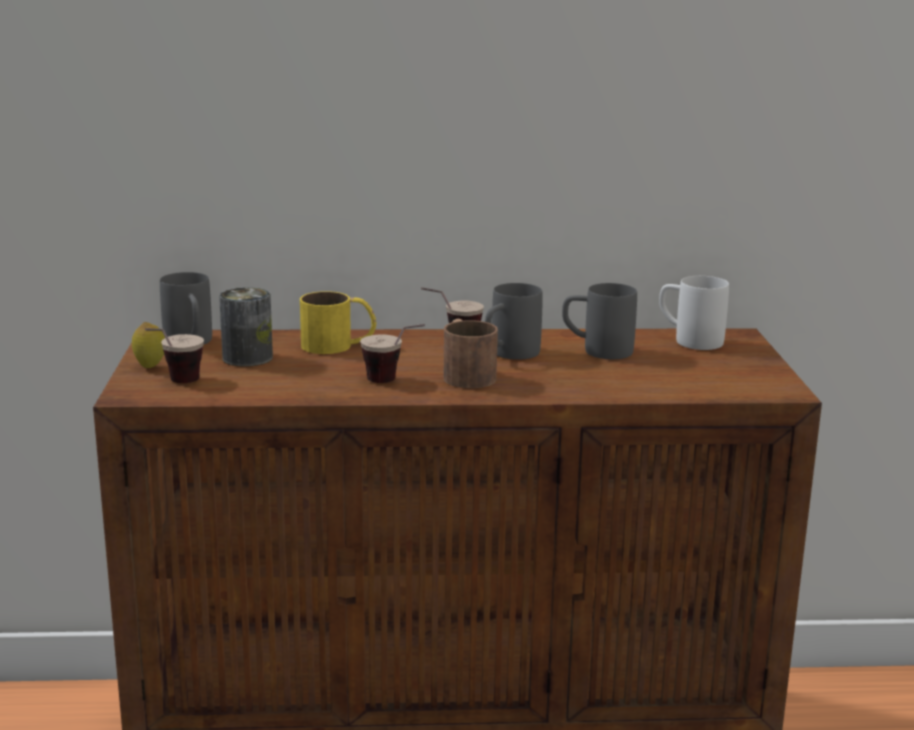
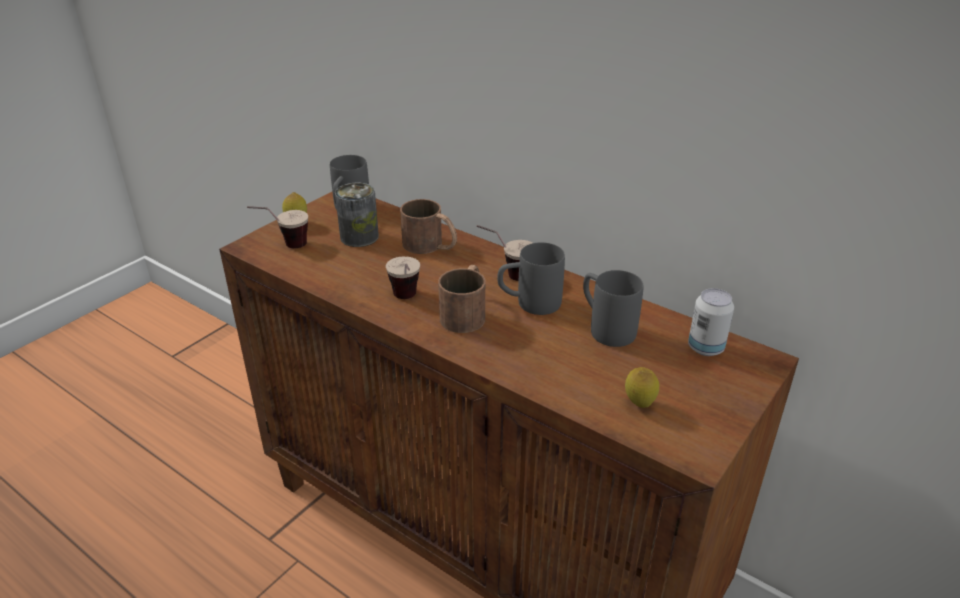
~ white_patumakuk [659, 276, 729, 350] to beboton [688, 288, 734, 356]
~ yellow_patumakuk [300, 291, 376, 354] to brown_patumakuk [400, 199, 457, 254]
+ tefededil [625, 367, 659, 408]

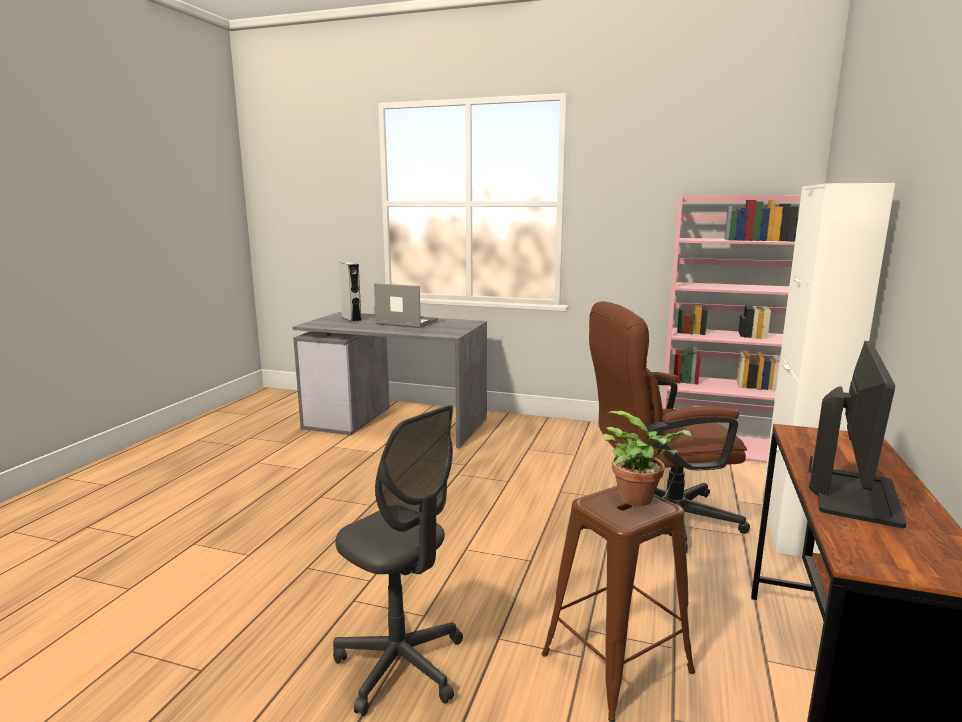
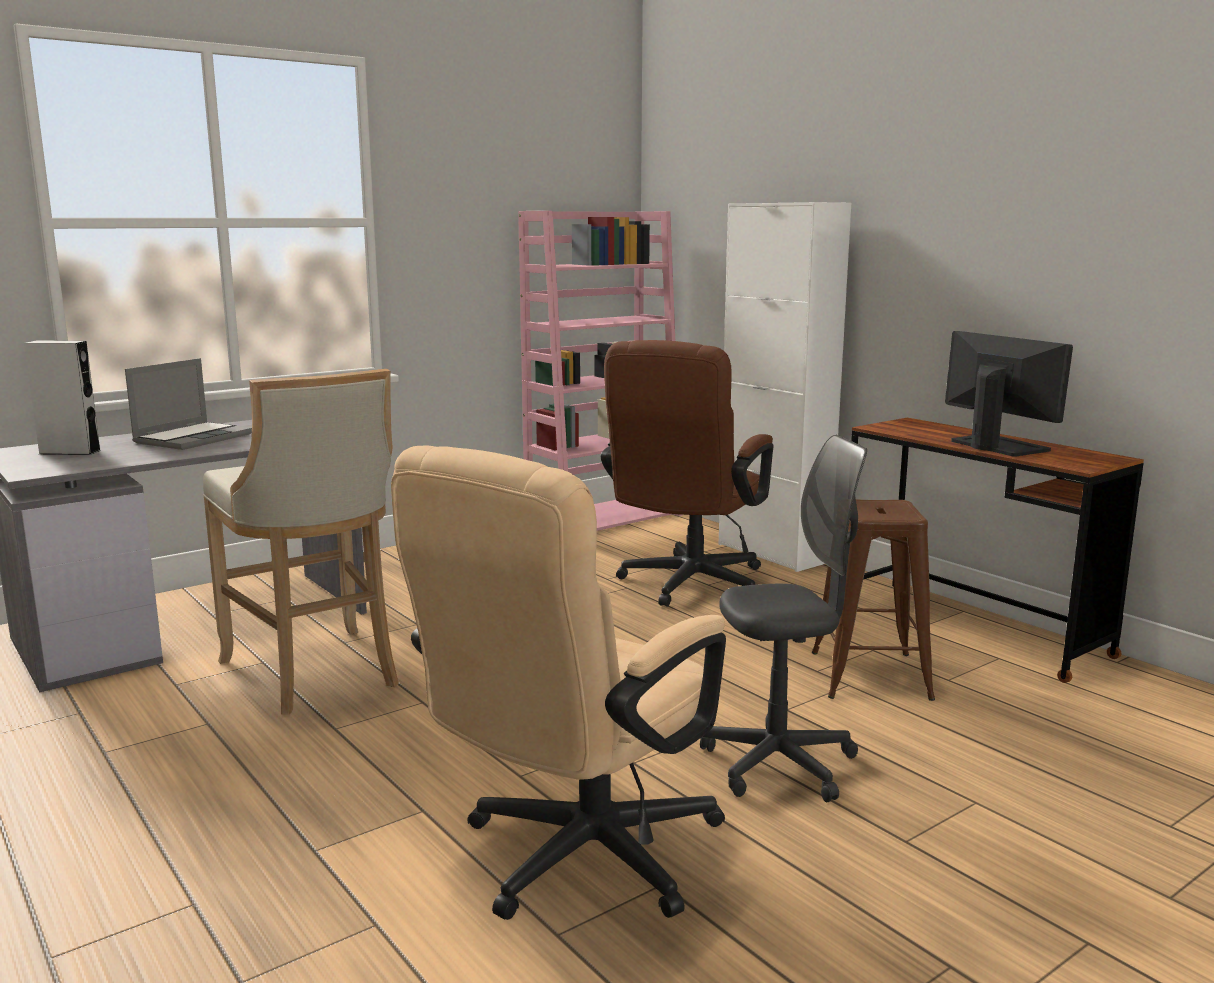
~ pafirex [374, 283, 438, 328] = [125, 358, 252, 450] 150 degrees clockwise
- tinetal [603, 410, 691, 506]
+ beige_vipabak [203, 369, 399, 715]
+ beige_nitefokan [391, 445, 726, 920]

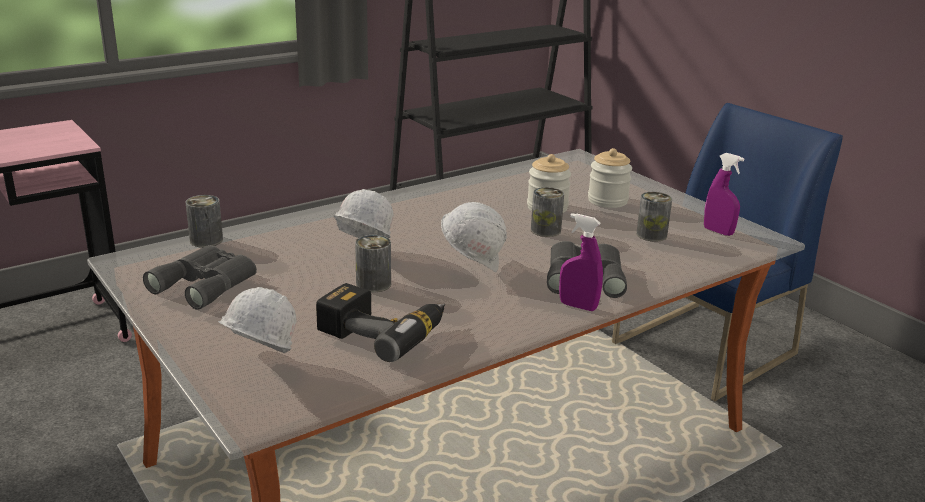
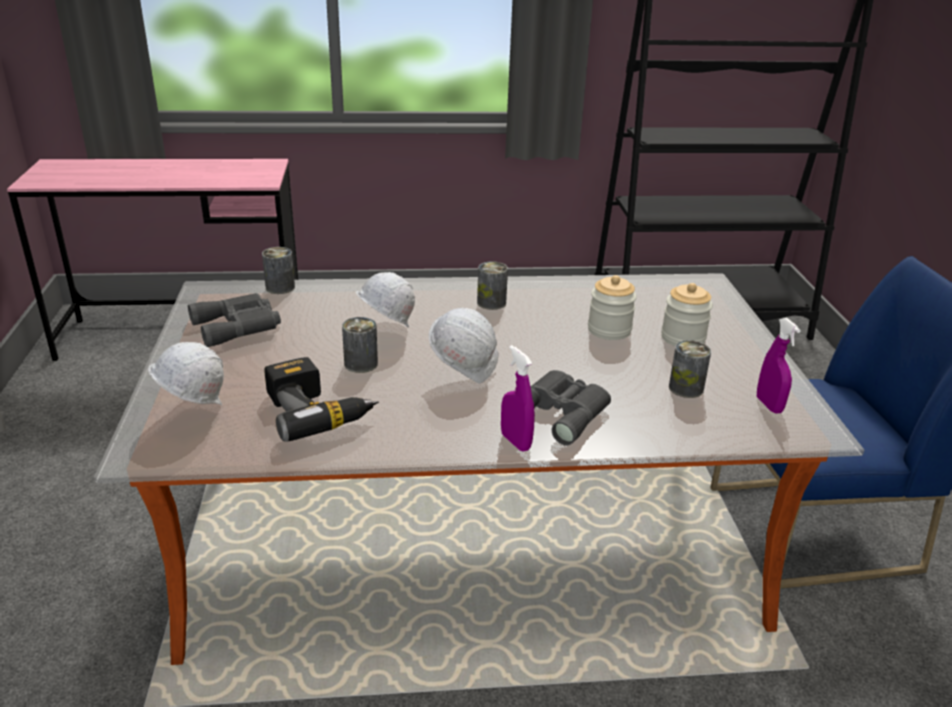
~ beboton [531, 187, 564, 237] to [477, 261, 508, 310]

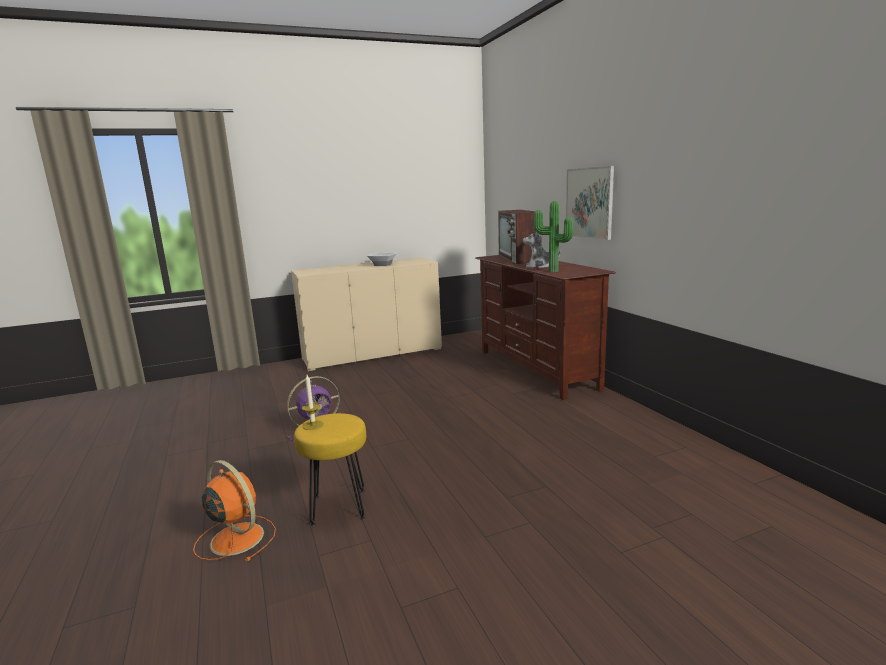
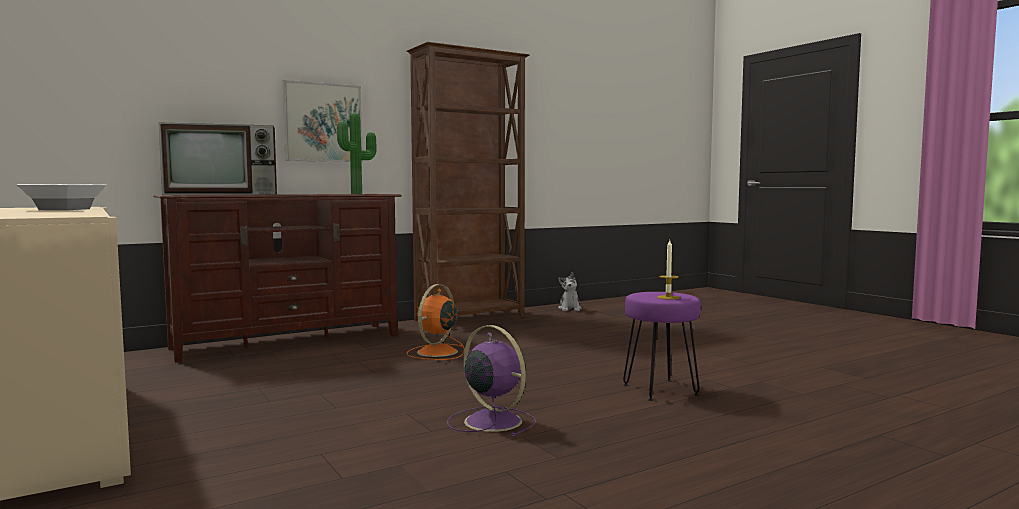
~ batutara [523, 231, 560, 268] to [558, 272, 582, 311]
~ yellow_vipabak [294, 413, 366, 526] to purple_vipabak [623, 292, 700, 401]
~ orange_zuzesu [193, 460, 276, 561] to [407, 284, 464, 360]
+ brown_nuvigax [407, 42, 530, 321]

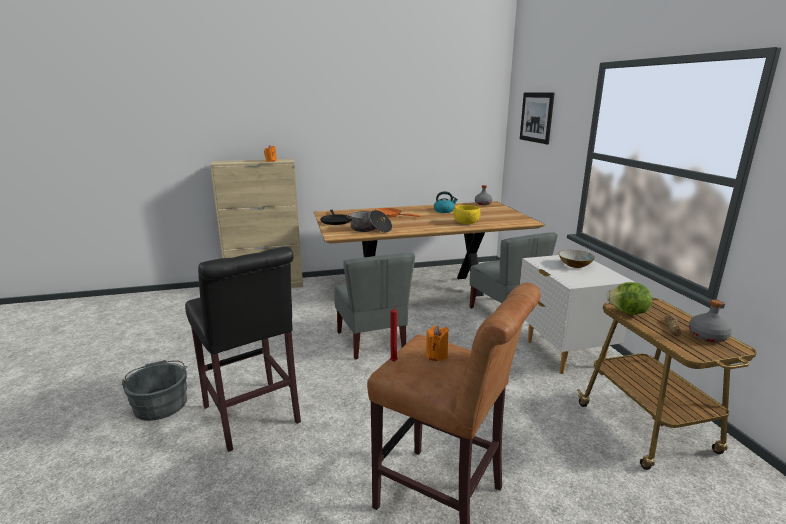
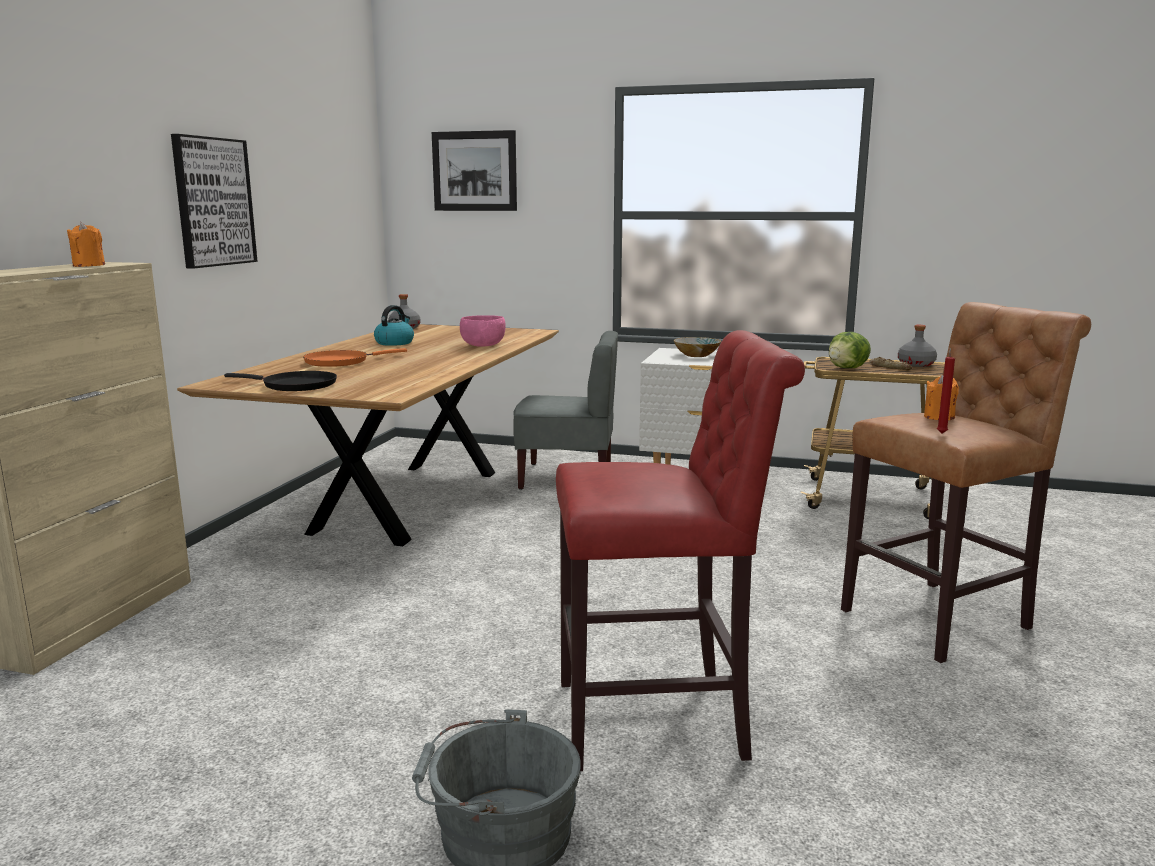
~ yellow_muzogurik [453, 205, 480, 224] to pink_muzogurik [460, 315, 506, 347]
- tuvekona [345, 210, 392, 233]
~ black_vipabak [185, 247, 301, 452] to red_vipabak [556, 330, 805, 771]
- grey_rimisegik [334, 253, 415, 360]
+ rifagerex [171, 134, 258, 269]

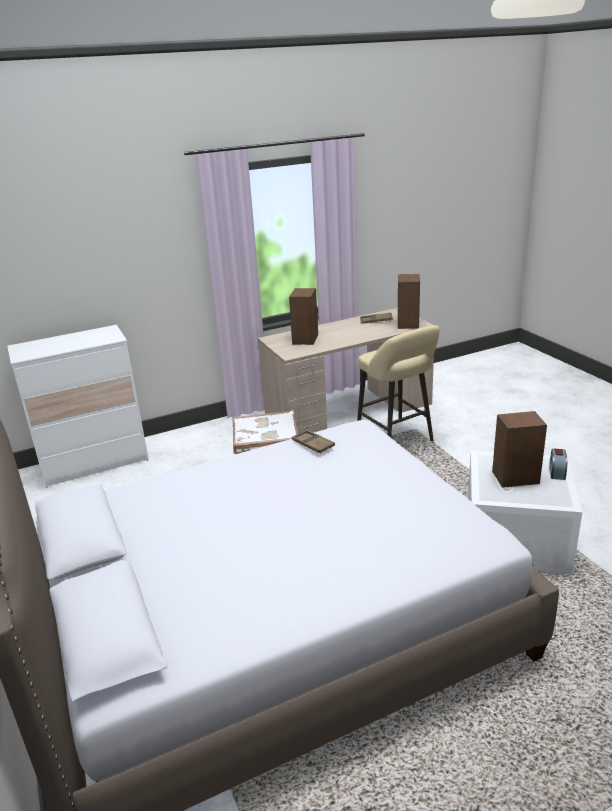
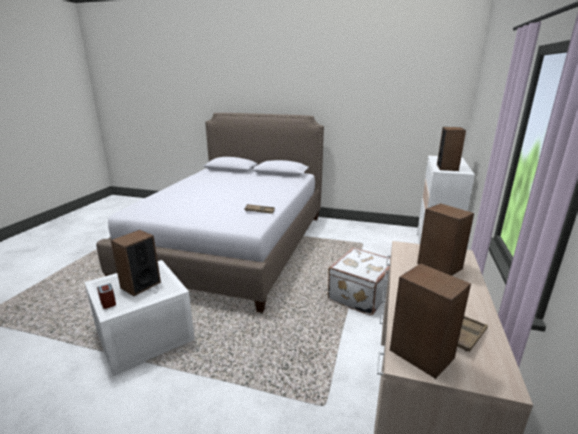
- beige_vipabak [357, 325, 440, 441]
+ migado [437, 127, 466, 171]

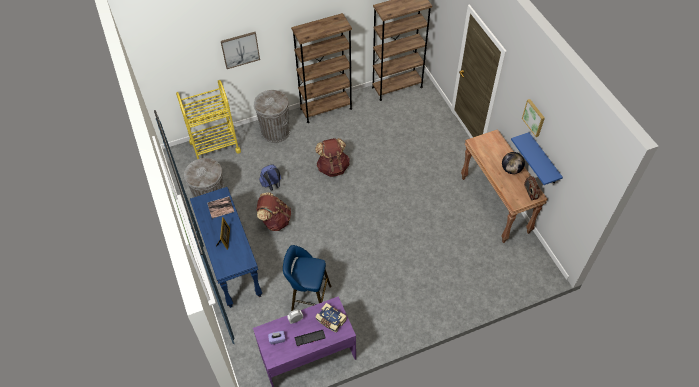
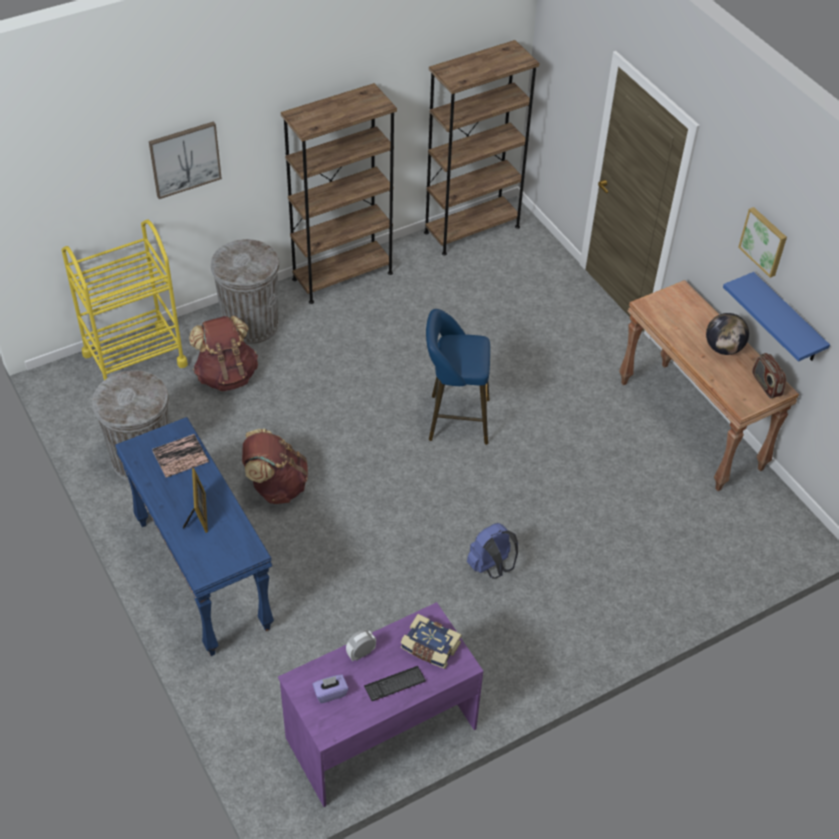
~ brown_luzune [315, 138, 350, 177] to [189, 316, 258, 391]
~ blue_luzune [259, 164, 281, 191] to [467, 523, 518, 579]
~ blue_vipabak [283, 245, 332, 311] to [426, 309, 490, 445]

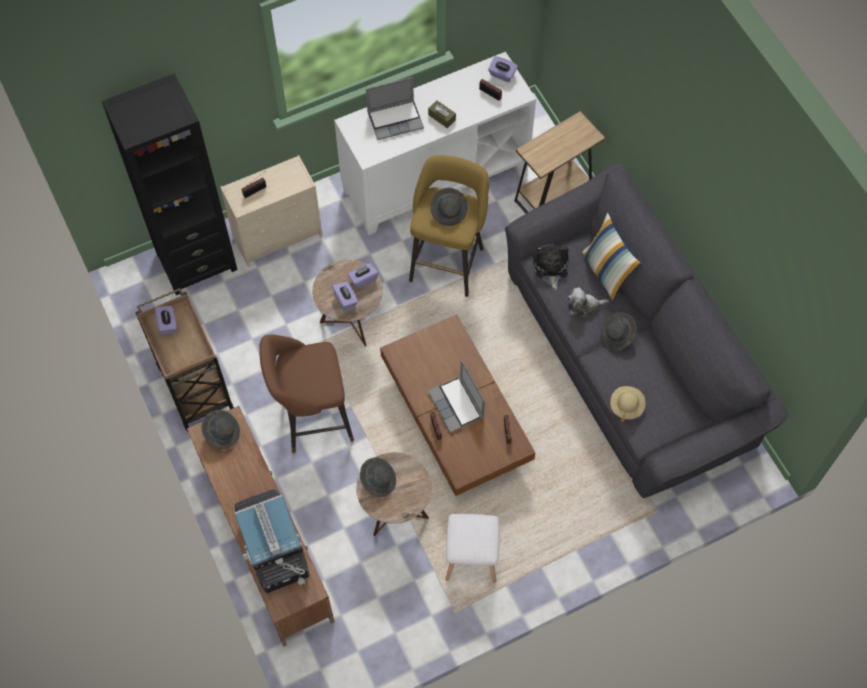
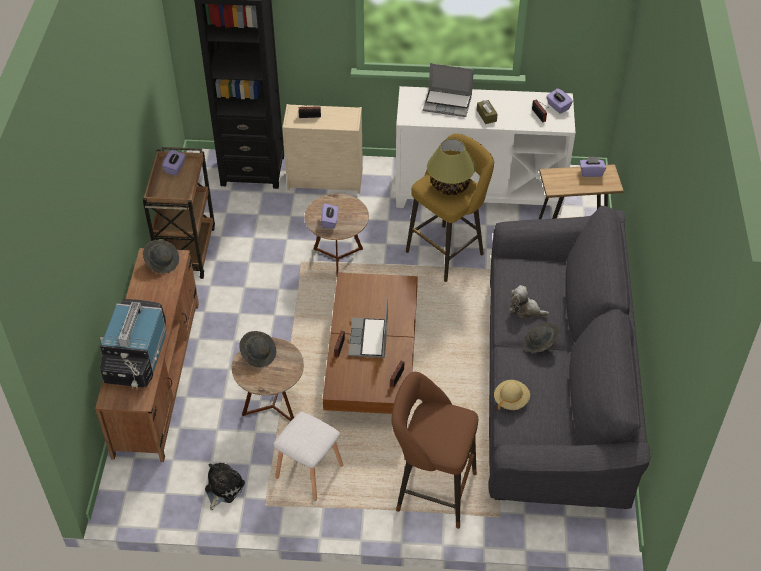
~ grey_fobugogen [430, 188, 468, 226] to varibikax [427, 139, 476, 195]
- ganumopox [582, 213, 641, 302]
~ batutara [533, 245, 569, 290] to [205, 463, 245, 510]
~ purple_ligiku [348, 263, 378, 289] to [580, 156, 606, 177]
~ brown_vipabak [259, 334, 354, 453] to [392, 372, 478, 529]

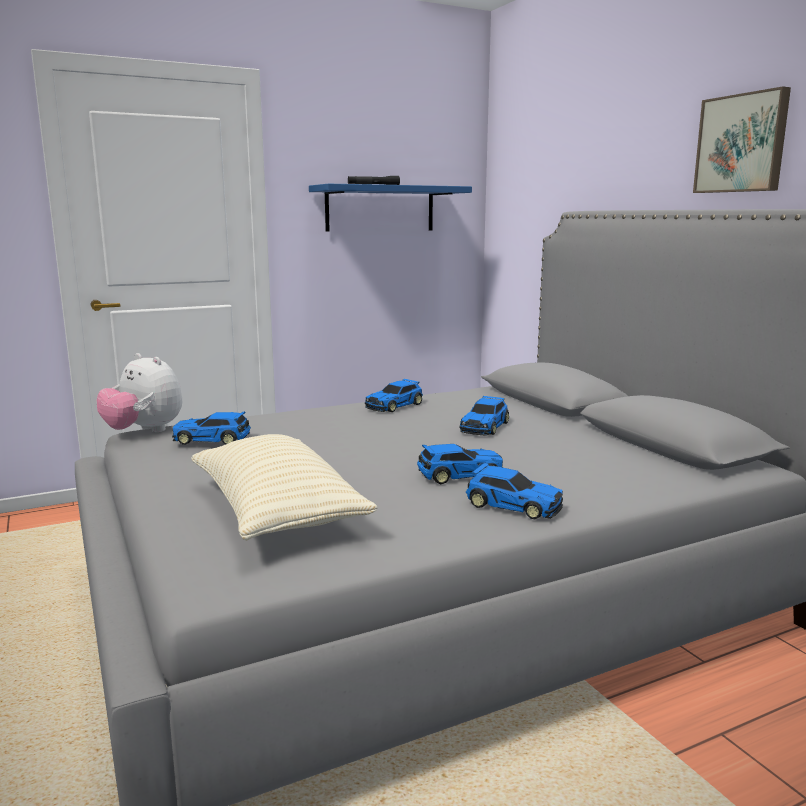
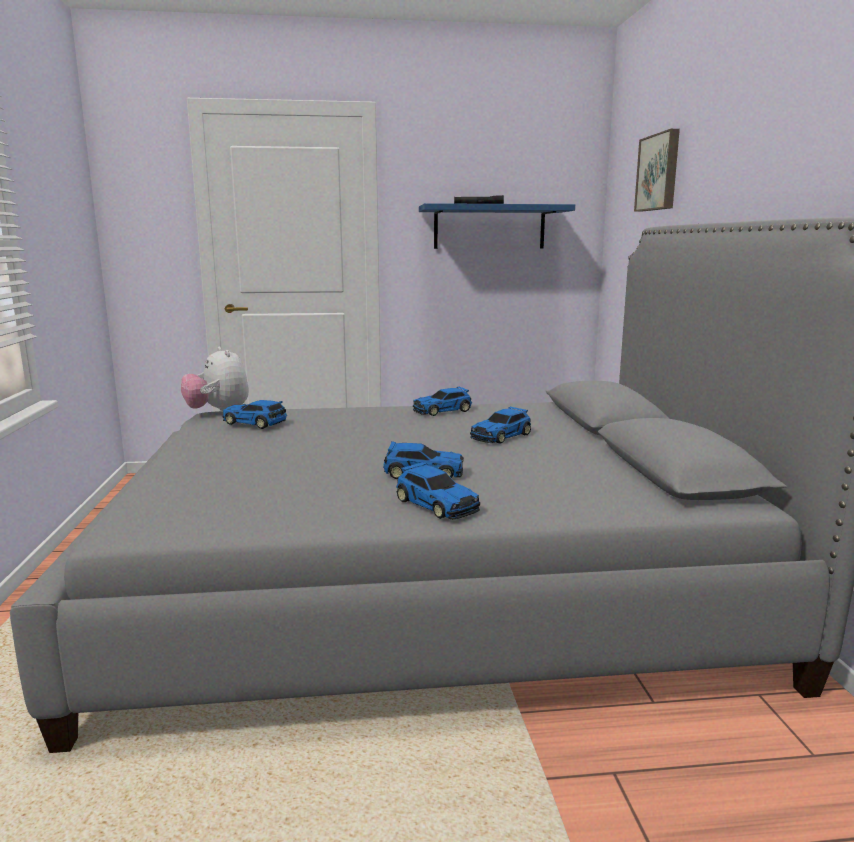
~ rifagerex [693, 86, 791, 193] to [634, 129, 680, 212]
- beige_ganumopox [191, 434, 378, 540]

